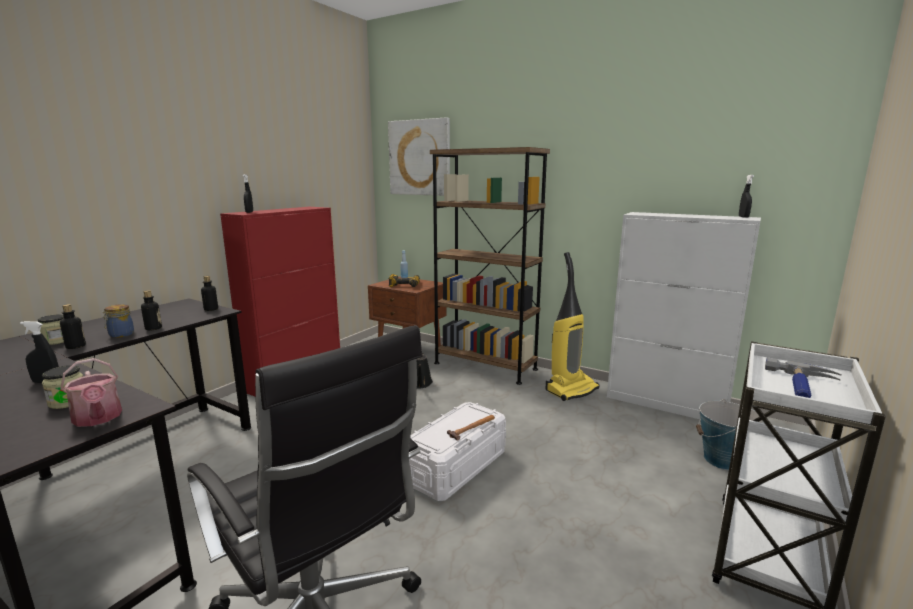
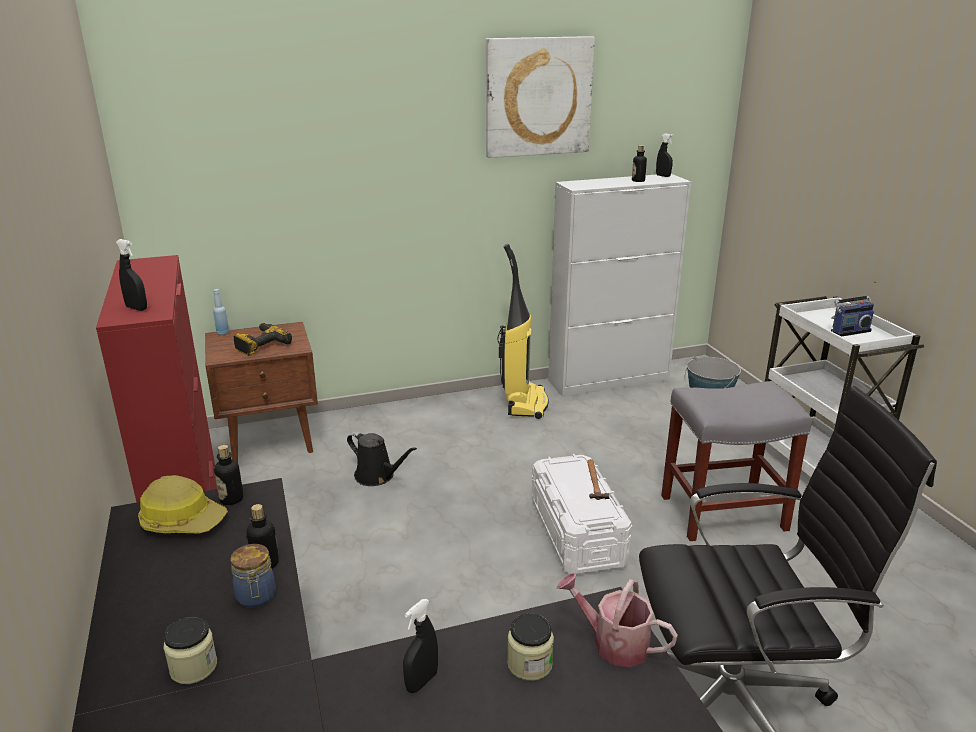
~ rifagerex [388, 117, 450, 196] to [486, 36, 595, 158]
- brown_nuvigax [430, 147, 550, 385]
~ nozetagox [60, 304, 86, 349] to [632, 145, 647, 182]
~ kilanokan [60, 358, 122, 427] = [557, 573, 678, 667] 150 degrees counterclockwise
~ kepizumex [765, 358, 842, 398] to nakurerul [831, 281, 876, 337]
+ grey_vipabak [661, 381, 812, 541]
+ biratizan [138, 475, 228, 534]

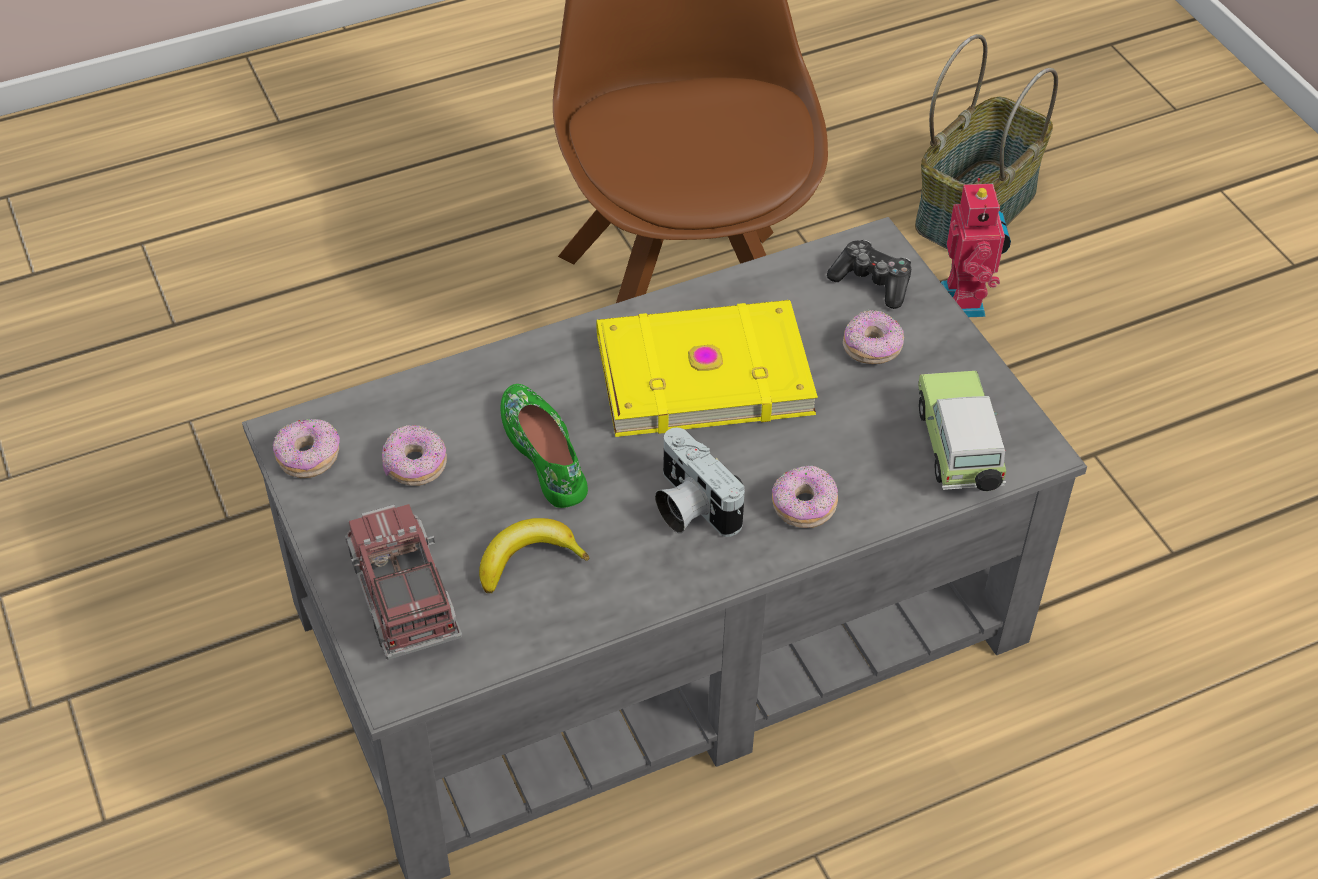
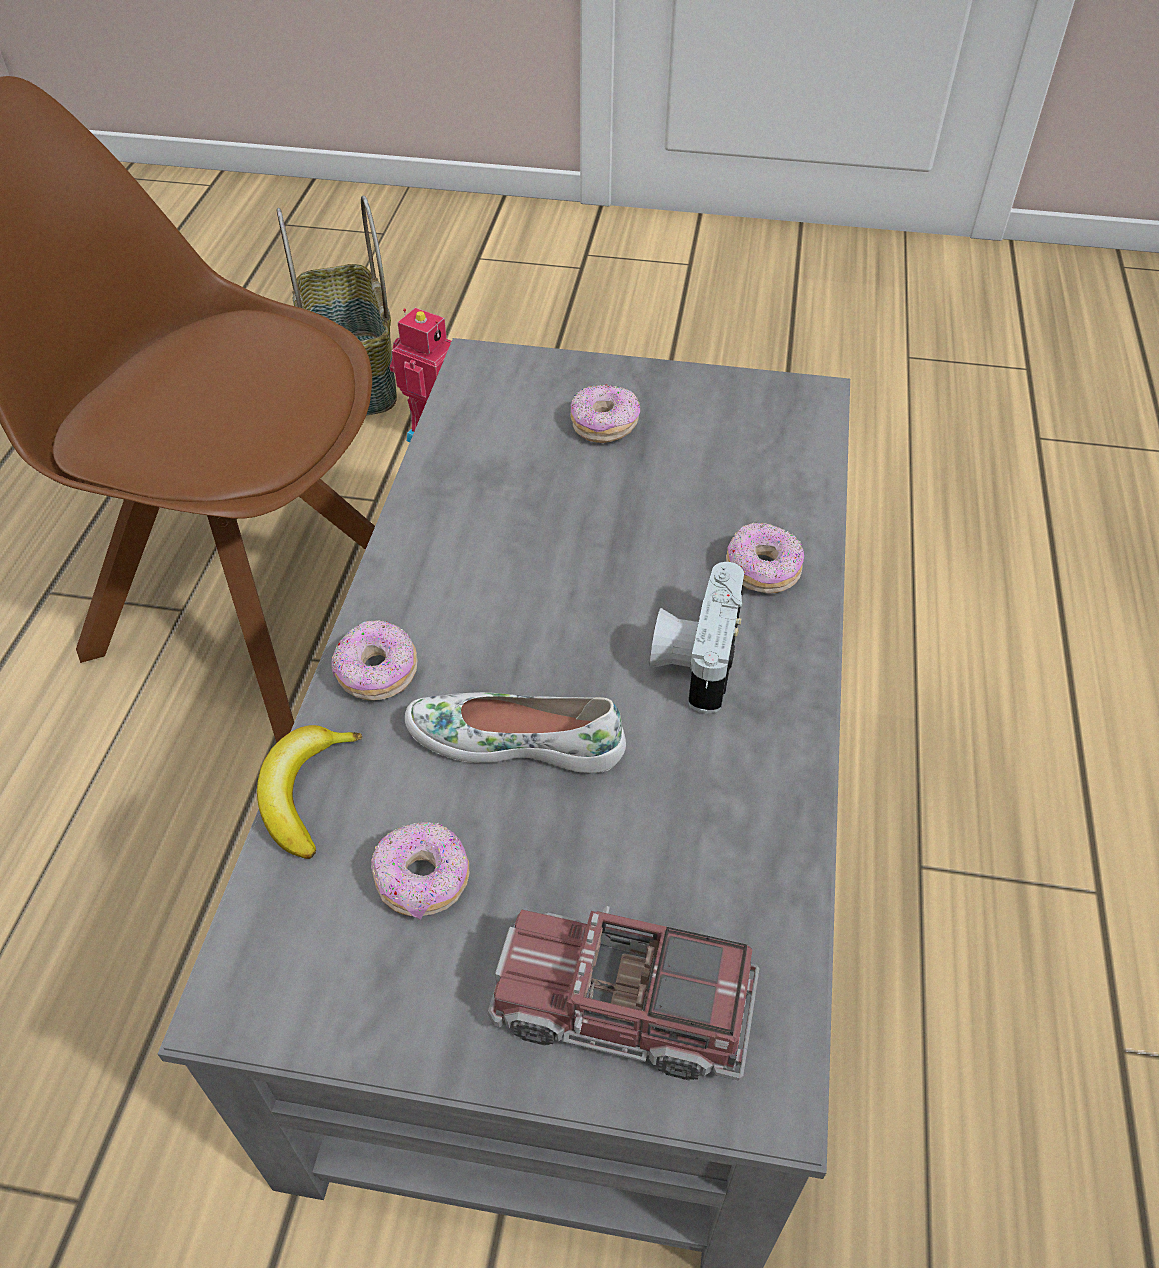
- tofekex [827, 240, 911, 309]
- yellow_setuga [596, 300, 818, 437]
- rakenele [918, 371, 1006, 491]
~ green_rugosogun [501, 384, 588, 508] to white_rugosogun [405, 692, 626, 773]
~ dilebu [273, 419, 340, 478] to [331, 620, 418, 700]
~ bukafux [655, 427, 745, 537] = [650, 562, 744, 714] 105 degrees clockwise
~ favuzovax [479, 518, 589, 593] to [257, 725, 363, 859]

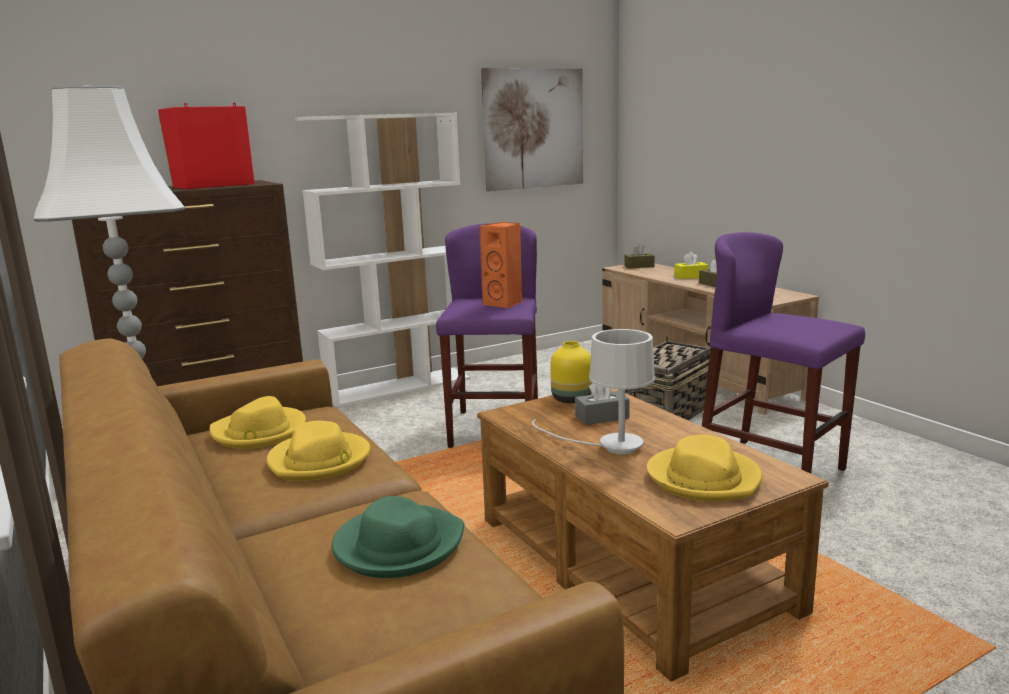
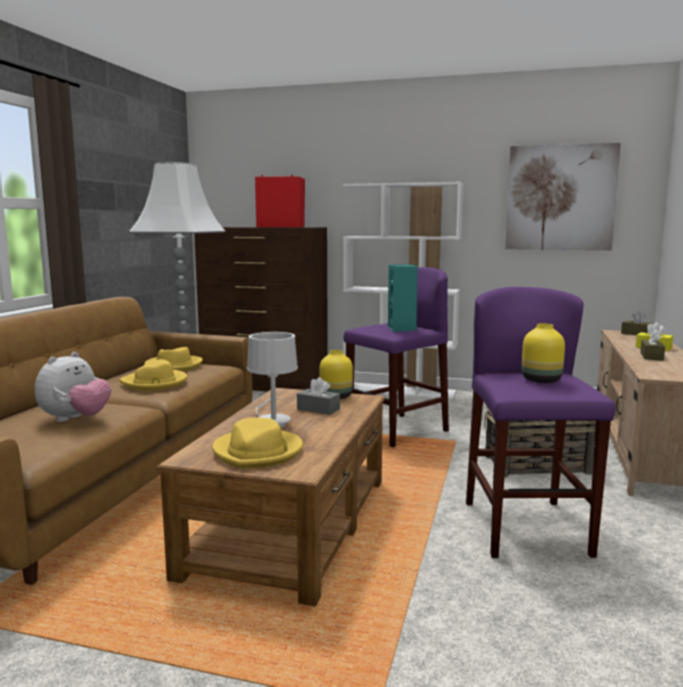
~ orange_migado [479, 222, 523, 308] to turquoise_migado [388, 264, 418, 332]
~ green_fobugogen [332, 496, 464, 578] to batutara [35, 352, 111, 422]
+ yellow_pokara [522, 324, 565, 383]

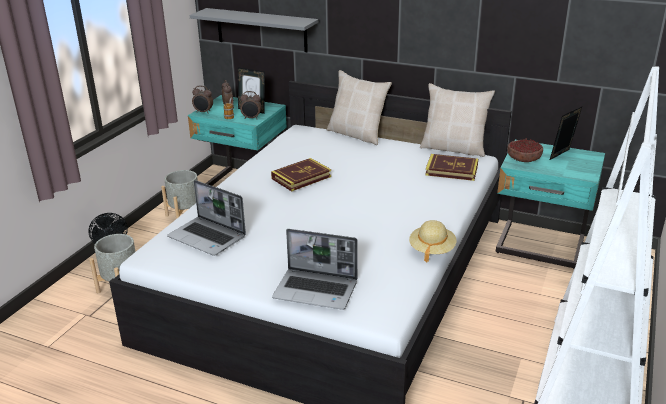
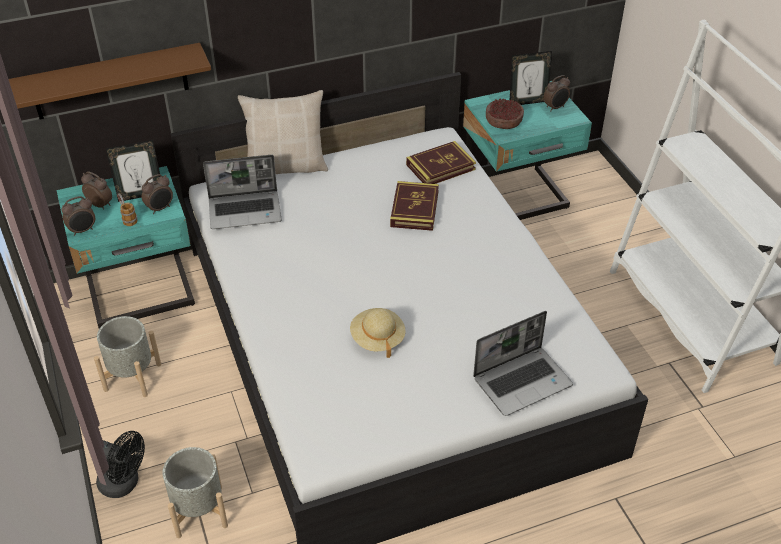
~ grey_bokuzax [189, 8, 318, 52] to brown_bokuzax [9, 43, 211, 119]
- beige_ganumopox [420, 83, 495, 157]
~ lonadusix [550, 107, 582, 160] = [510, 51, 552, 105] 105 degrees counterclockwise
~ setuga [271, 158, 331, 191] to [390, 181, 439, 231]
~ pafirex [167, 180, 246, 256] to [203, 155, 282, 229]
~ beige_fobugogen [409, 220, 456, 262] to [350, 308, 406, 358]
+ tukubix [543, 75, 570, 111]

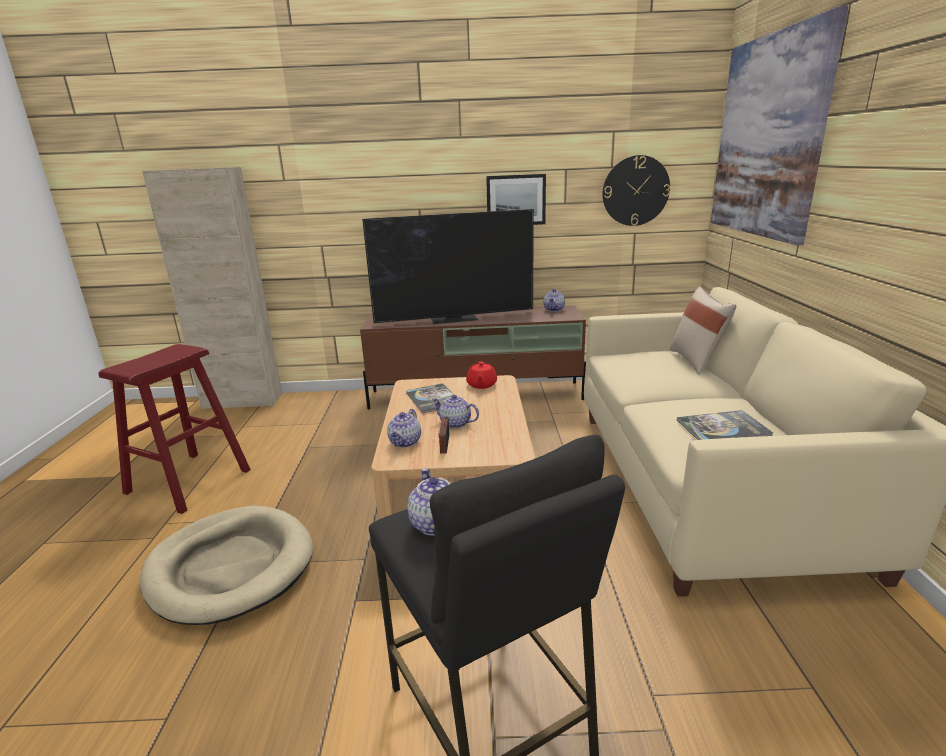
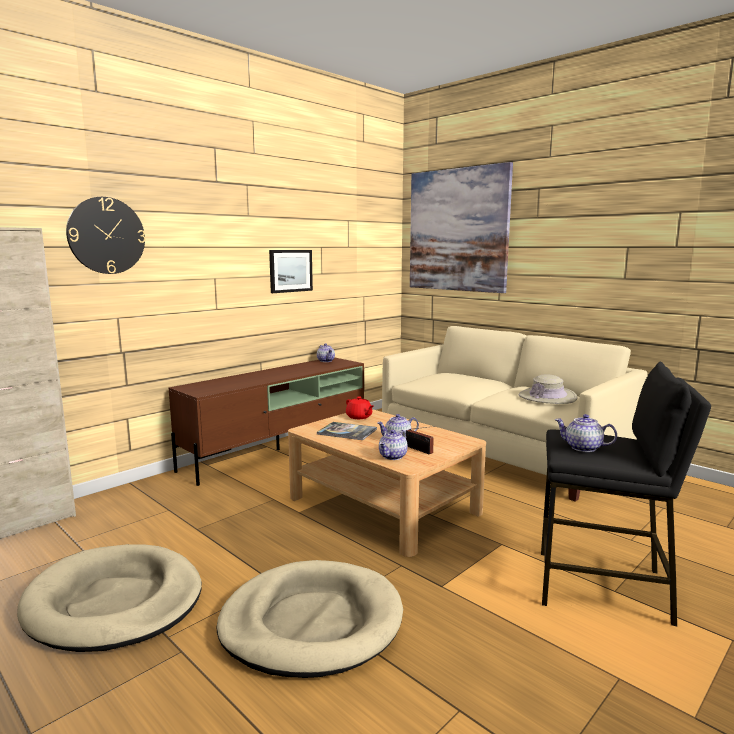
~ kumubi [603, 155, 670, 226] to [66, 197, 146, 274]
- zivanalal [362, 209, 534, 324]
- beige_ganumopox [670, 287, 736, 375]
~ red_vipabak [99, 344, 251, 514] to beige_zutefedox [17, 544, 202, 652]
~ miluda [387, 409, 421, 448] = [379, 430, 408, 460] 60 degrees clockwise
~ setuga [677, 410, 773, 440] to beige_fobugogen [519, 374, 577, 404]

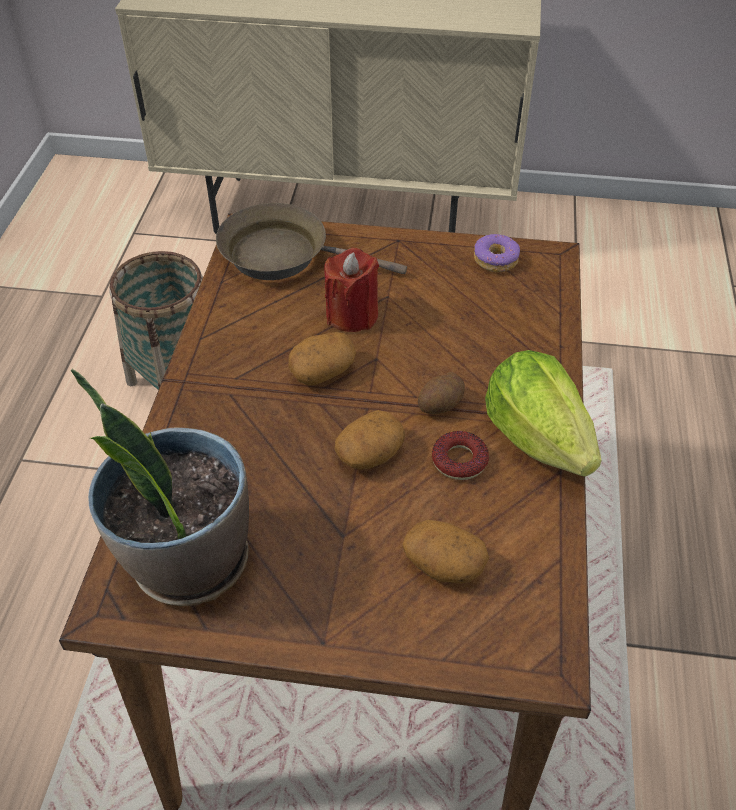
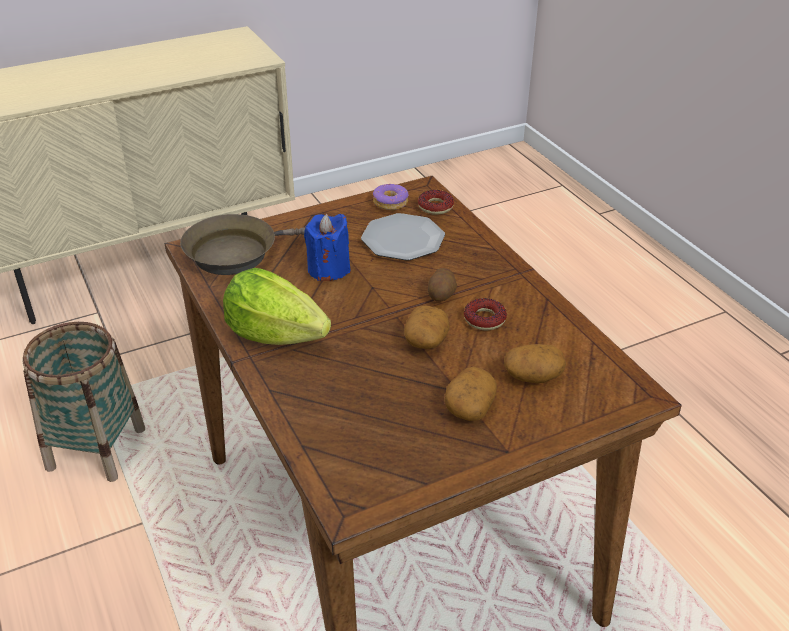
~ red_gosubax [324, 248, 379, 332] to blue_gosubax [304, 214, 350, 281]
~ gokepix [288, 332, 356, 385] to [445, 367, 497, 421]
~ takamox [485, 350, 601, 477] to [223, 268, 331, 345]
- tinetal [71, 369, 249, 606]
+ dilebu [418, 190, 454, 215]
+ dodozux [361, 213, 445, 261]

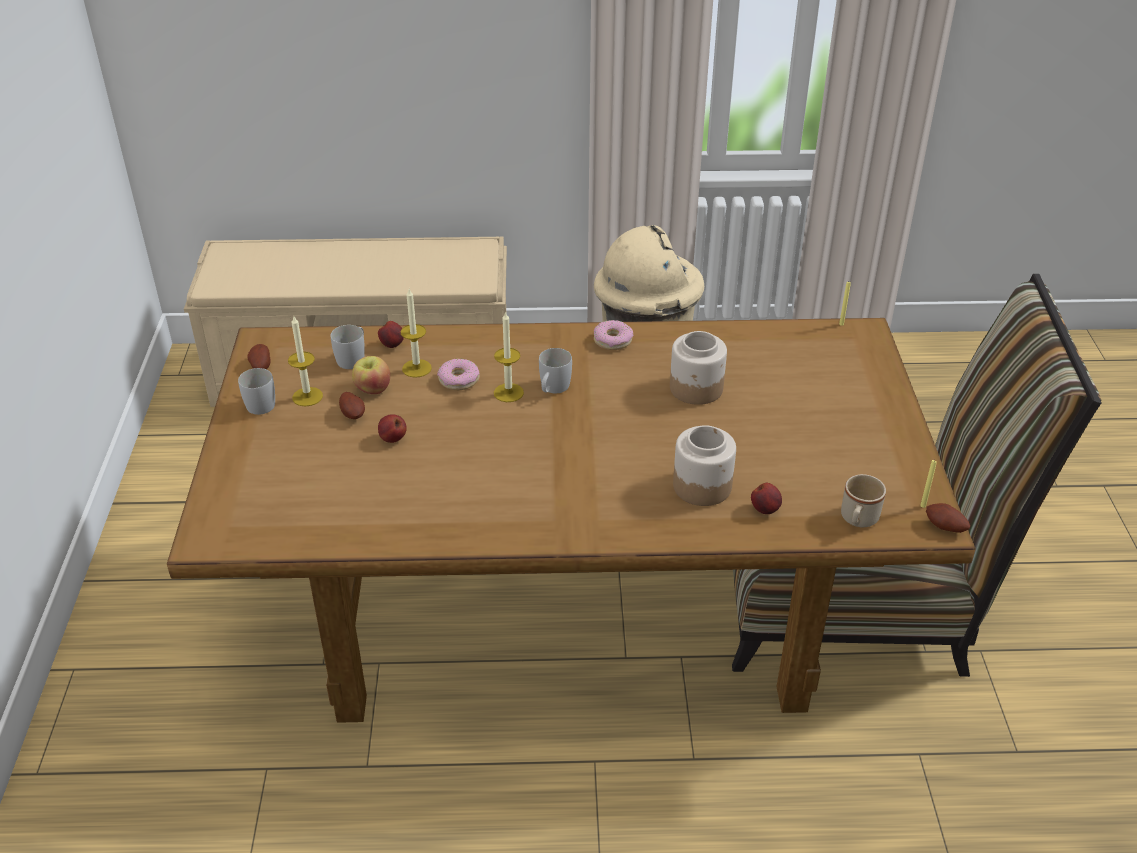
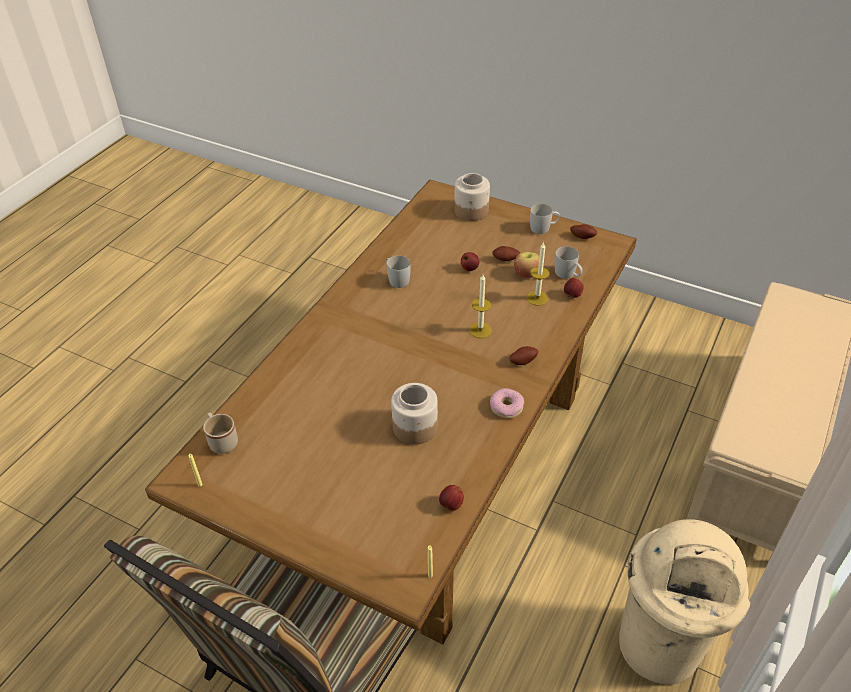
- gosubax [288, 316, 323, 407]
~ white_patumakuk [539, 348, 572, 393] to [386, 256, 411, 288]
- dilebu [437, 359, 480, 390]
~ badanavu [673, 425, 736, 506] to [454, 173, 490, 221]
~ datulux [751, 483, 782, 514] to [439, 485, 464, 511]
~ gokepix [926, 503, 970, 533] to [509, 346, 539, 365]

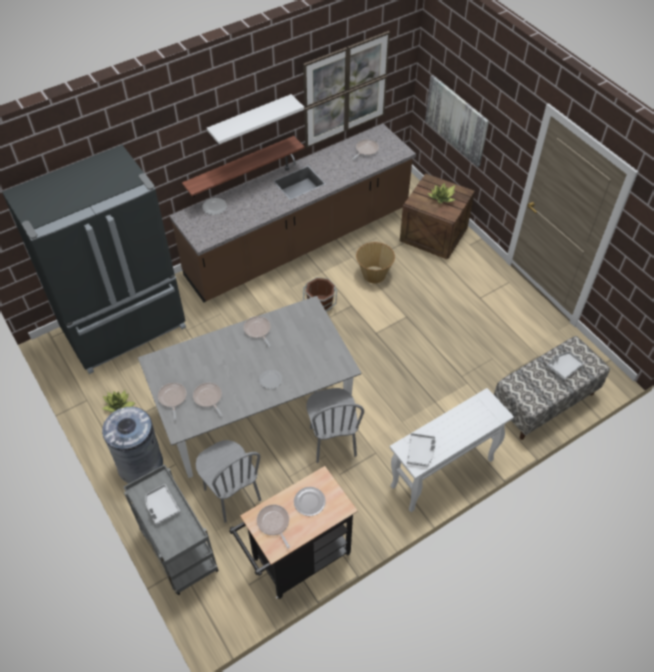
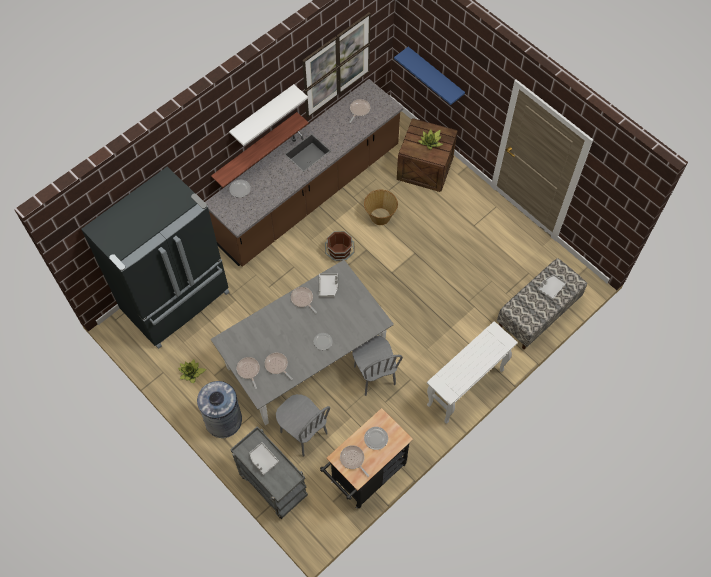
~ rifagerex [425, 75, 489, 167] to blue_bokuzax [394, 47, 465, 105]
~ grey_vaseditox [407, 433, 436, 467] to [319, 274, 338, 297]

